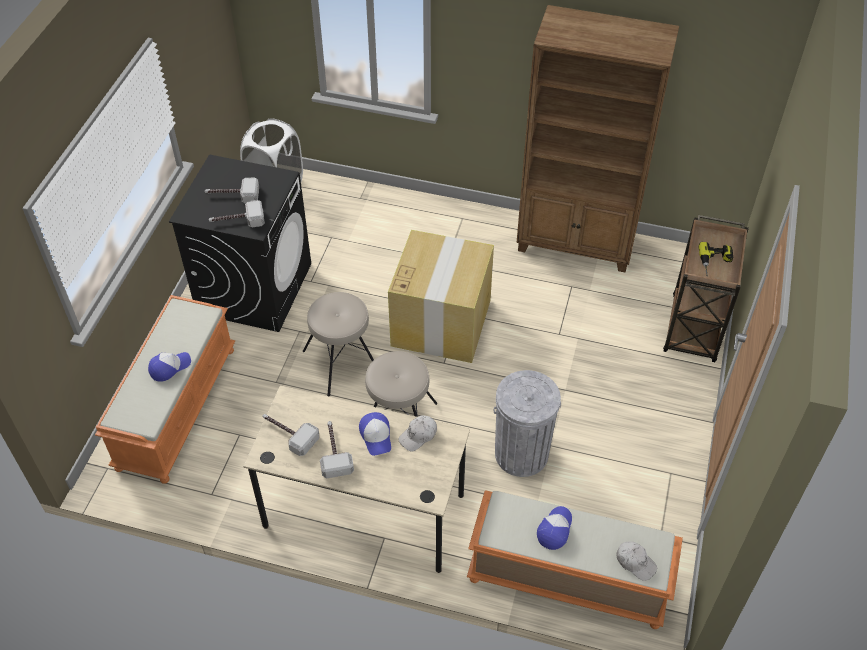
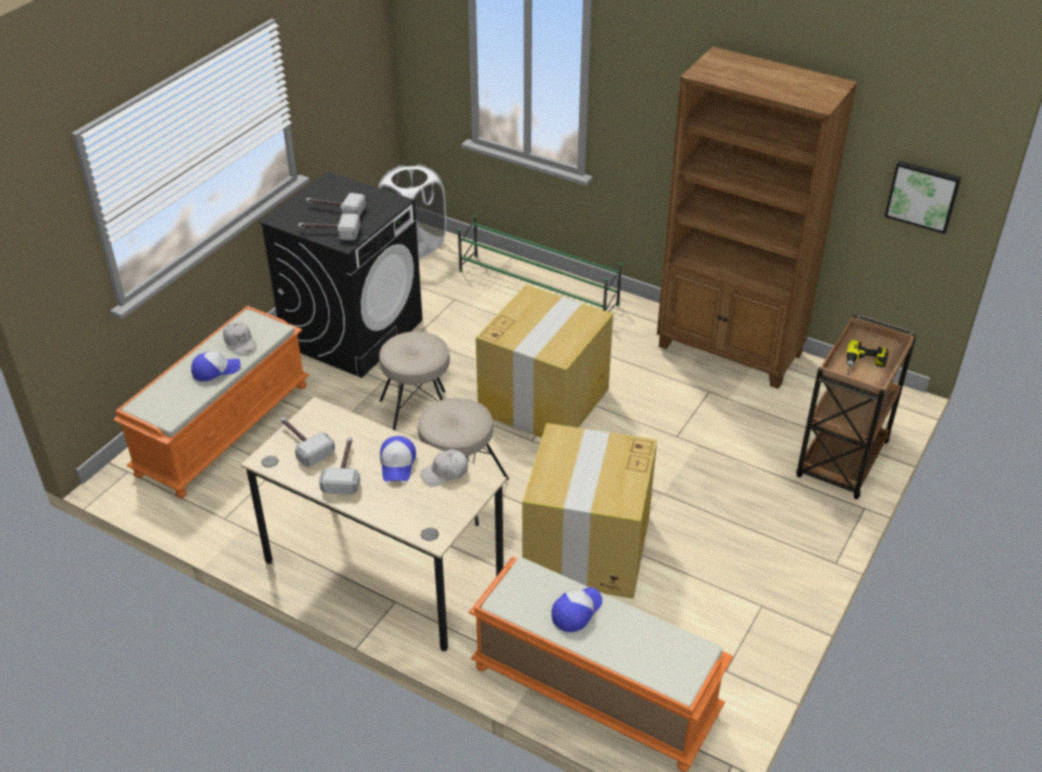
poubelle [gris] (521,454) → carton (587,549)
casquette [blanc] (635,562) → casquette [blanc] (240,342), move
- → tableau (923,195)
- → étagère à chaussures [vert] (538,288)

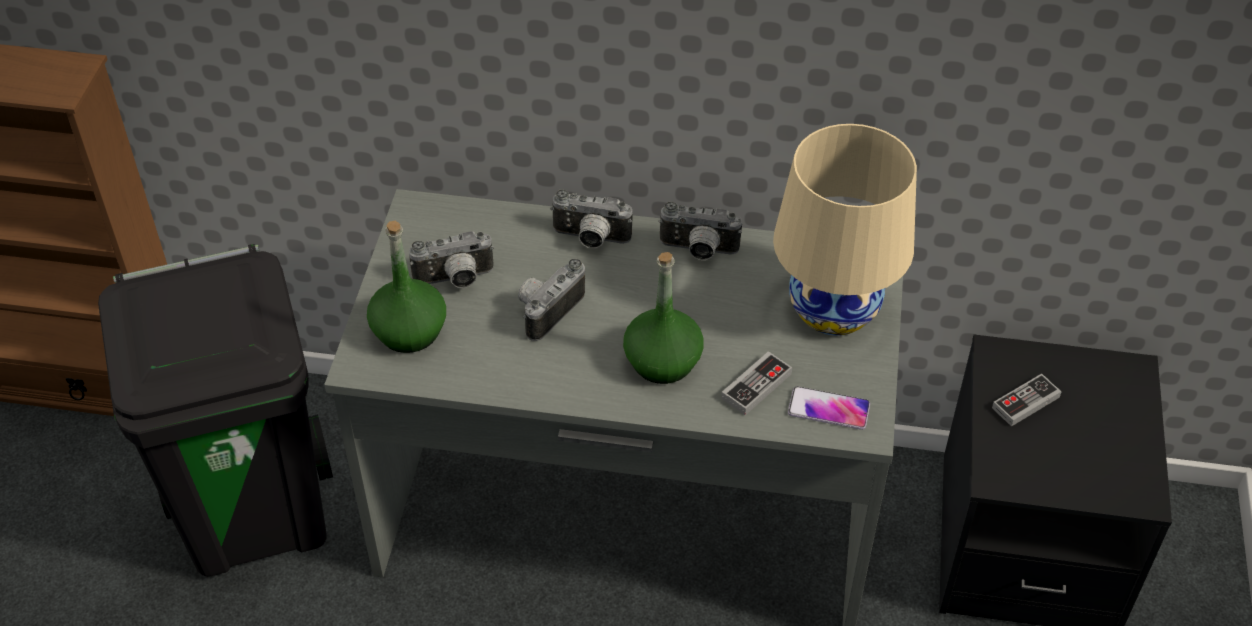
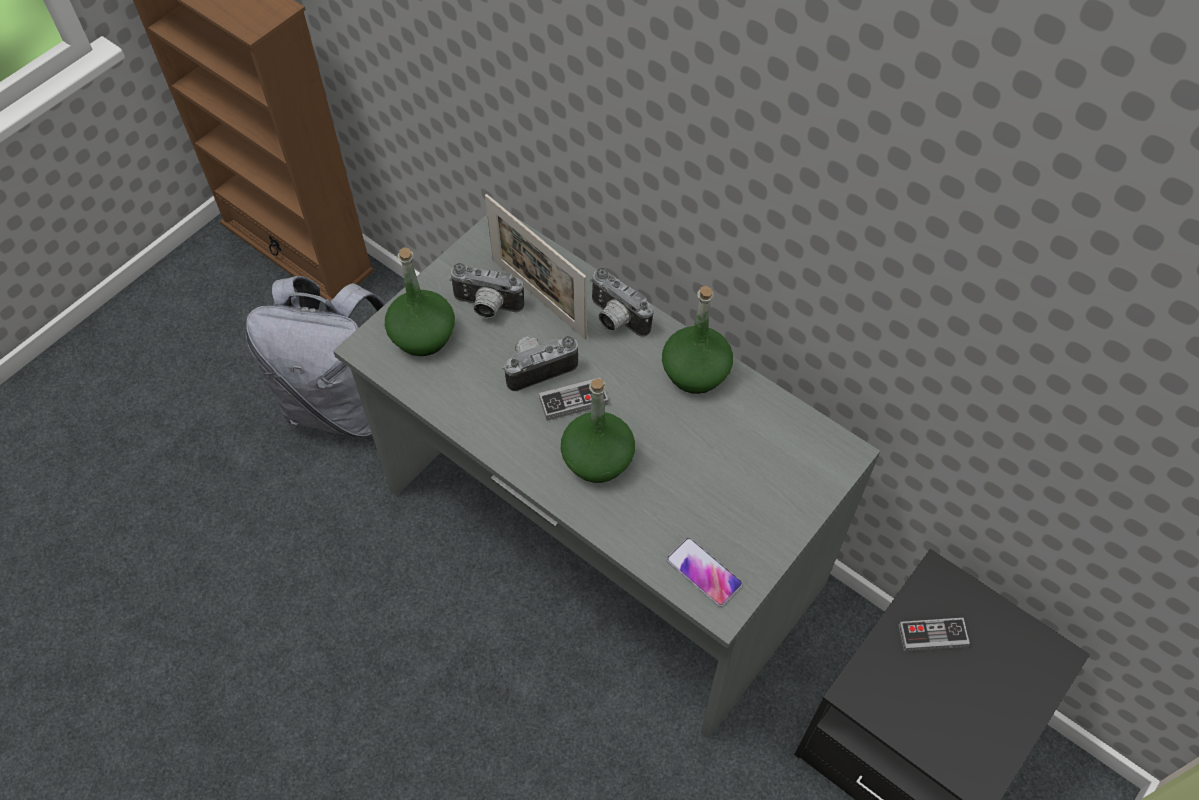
lampe de table [beige] (834,309) → -
appareil photo (698,251) → bouteille [vert] (696,372)
poubelle [noir] (257,515) → sac à dos [gris] (342,402)
manette (756,386) → manette (573,401), move
- → cadre photo (538,298)

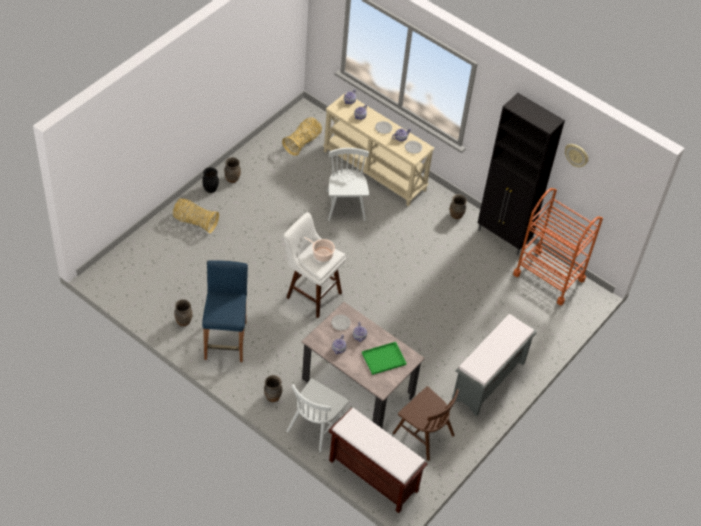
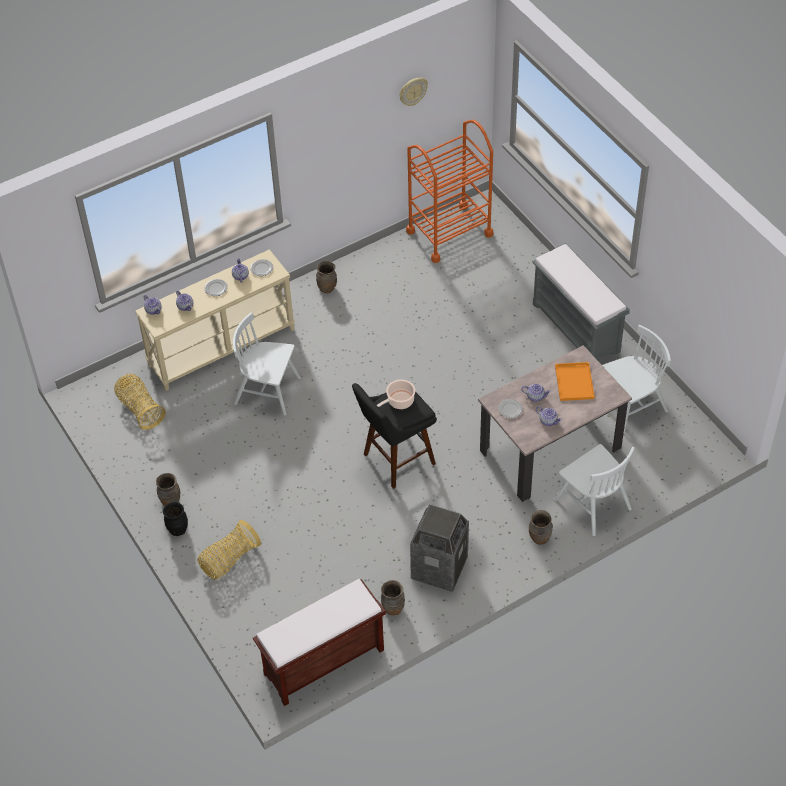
meuble de rangement [noir] (503,237) → -
tabouret [blanc] (311,293) → tabouret [noir] (395,461)
tabouret [bleu] (226,340) → poubelle (439,568)
plateau [vert] (384,358) → plateau [orange] (573,381)
chaise [marron] (423,433) → chaise [blanc] (631,406)
banc [marron] (372,475) → banc [marron] (323,663), move

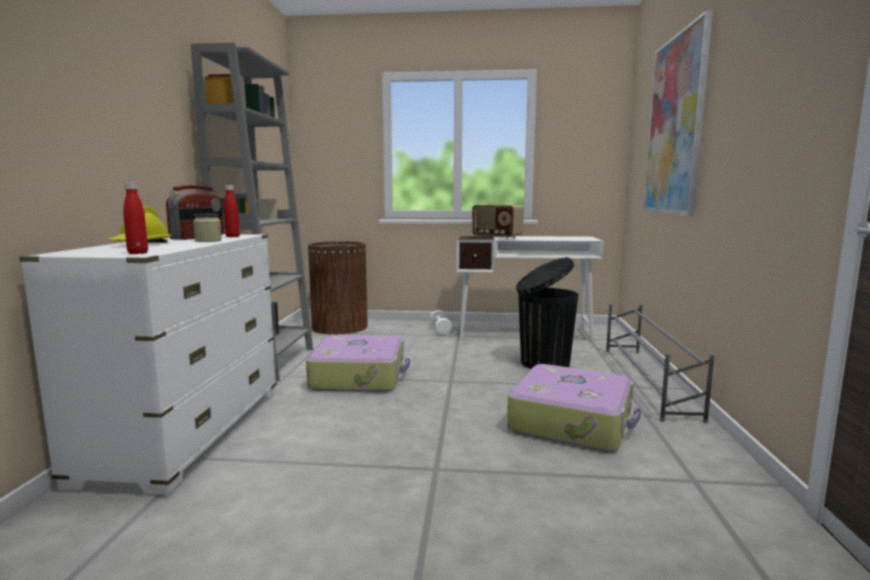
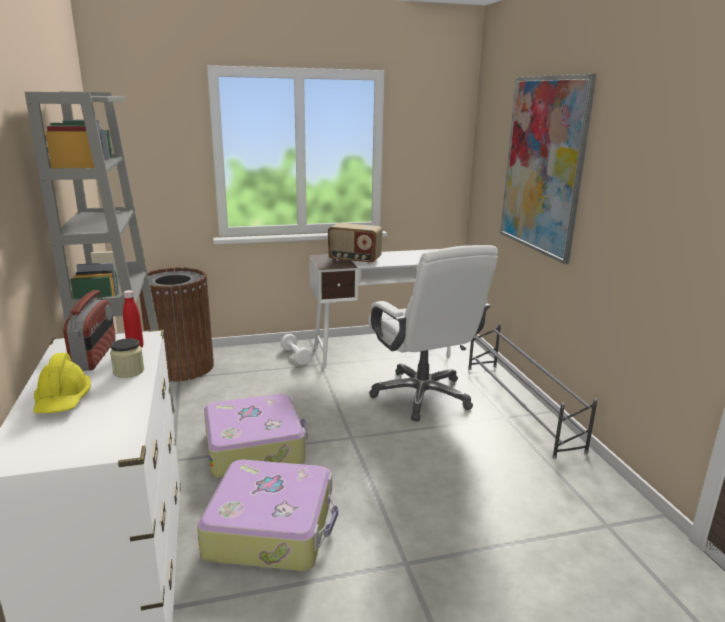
bouteille [rouge] (138,253) → -
poubelle [noir] (543,363) → chaise de bureau [blanc] (422,395)
valise (572,422) → valise (272,527), move

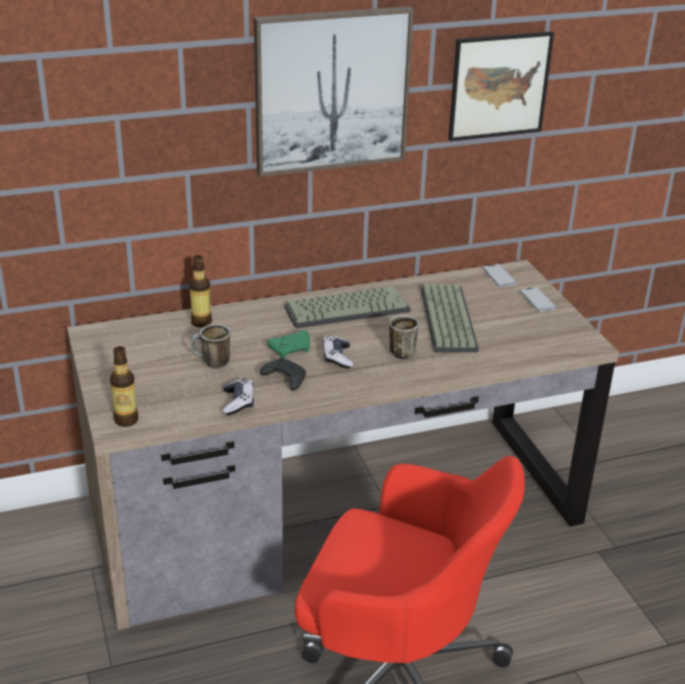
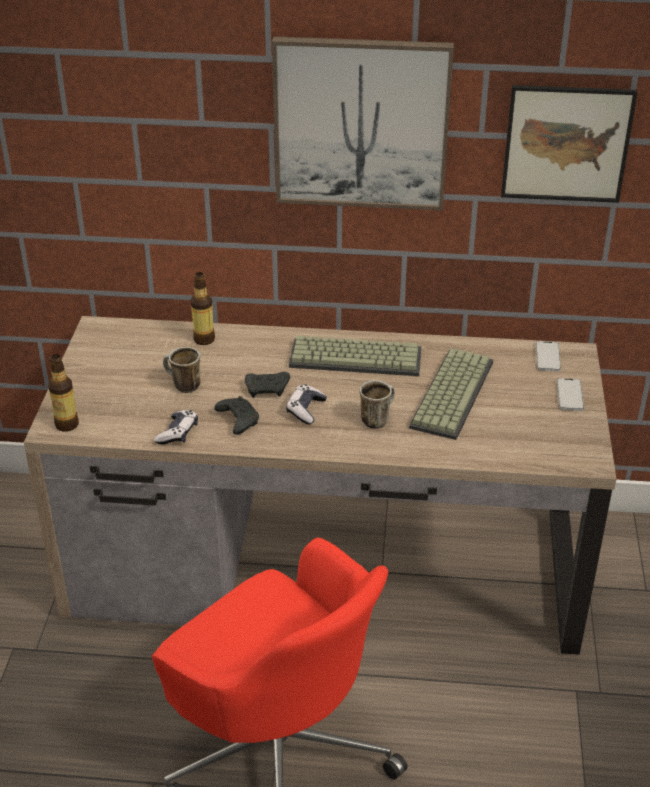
manette [vert] (291,350) → manette [noir] (268,390)

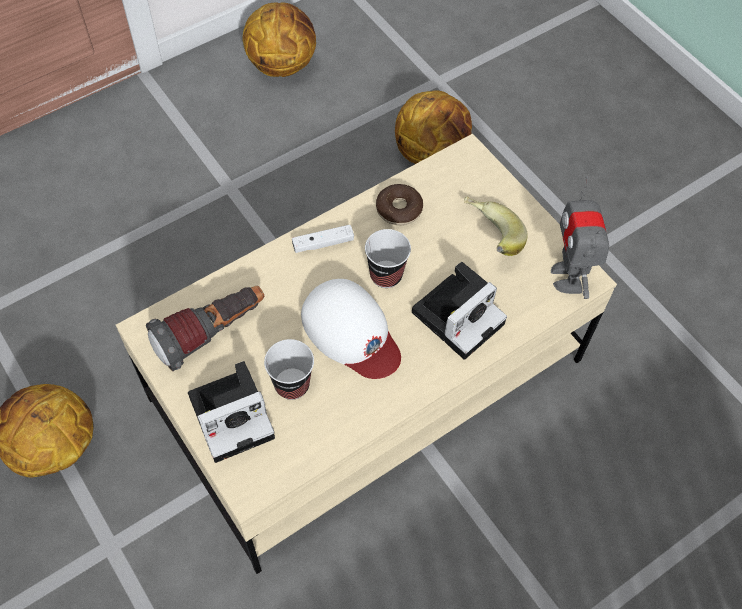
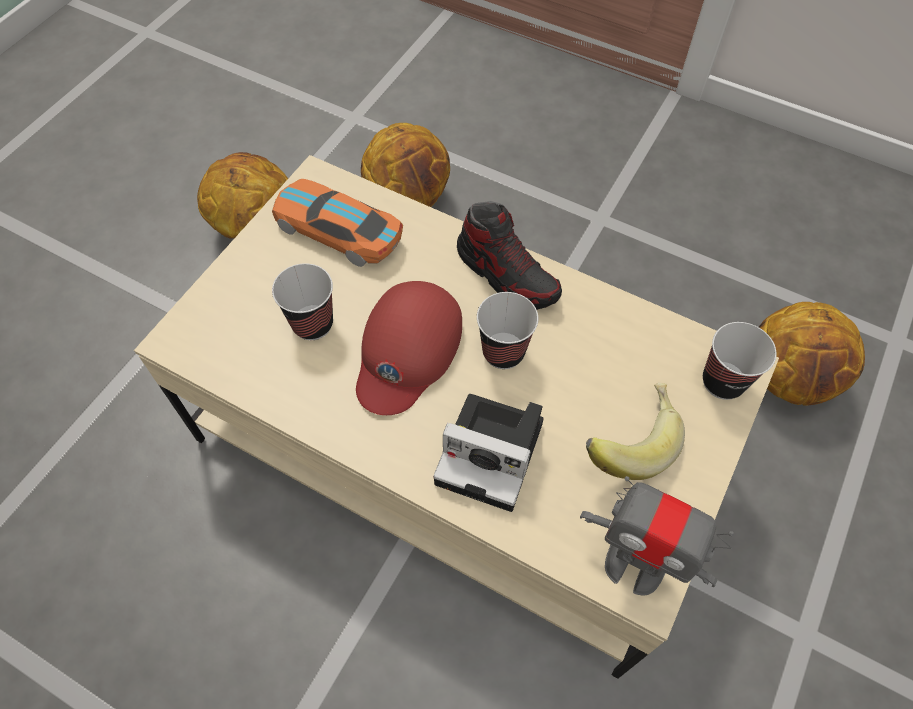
ballon de basket (282,64) → ballon de basket (409,199), move
robot jouet (568,277) → robot jouet (634,566), 120 degrees counterclockwise
beignet (399,209) → -
manette [blanc] (323,243) → chaussure (507,274)
casquette [blanc] (351,332) → casquette [rouge] (407,350)
lampe de poche (212,334) → petite voiture (338,230)
appareil photo (234,414) → -
- → tasse (723,382)

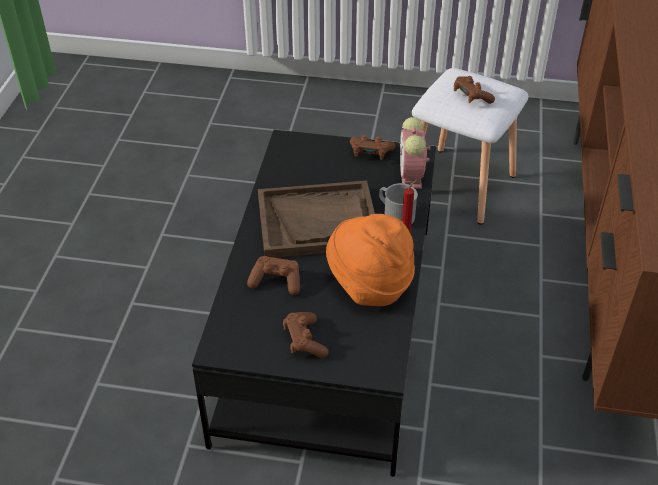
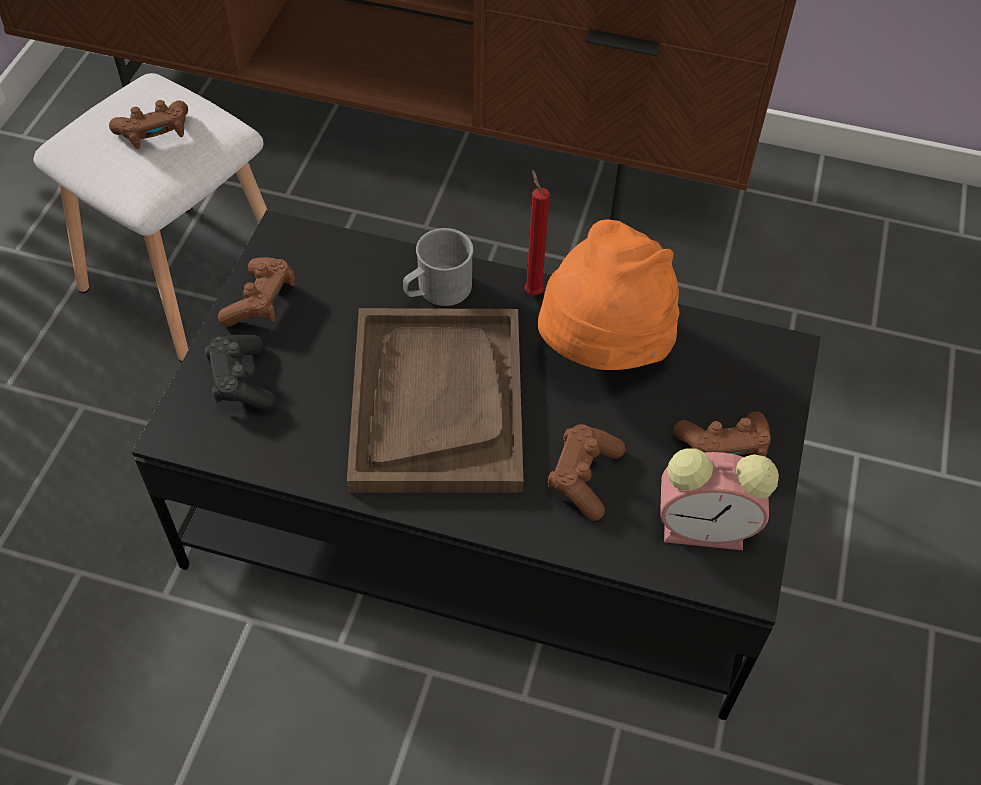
réveil (411,177) → réveil (707,528), move
- → manette [noir] (241,382)

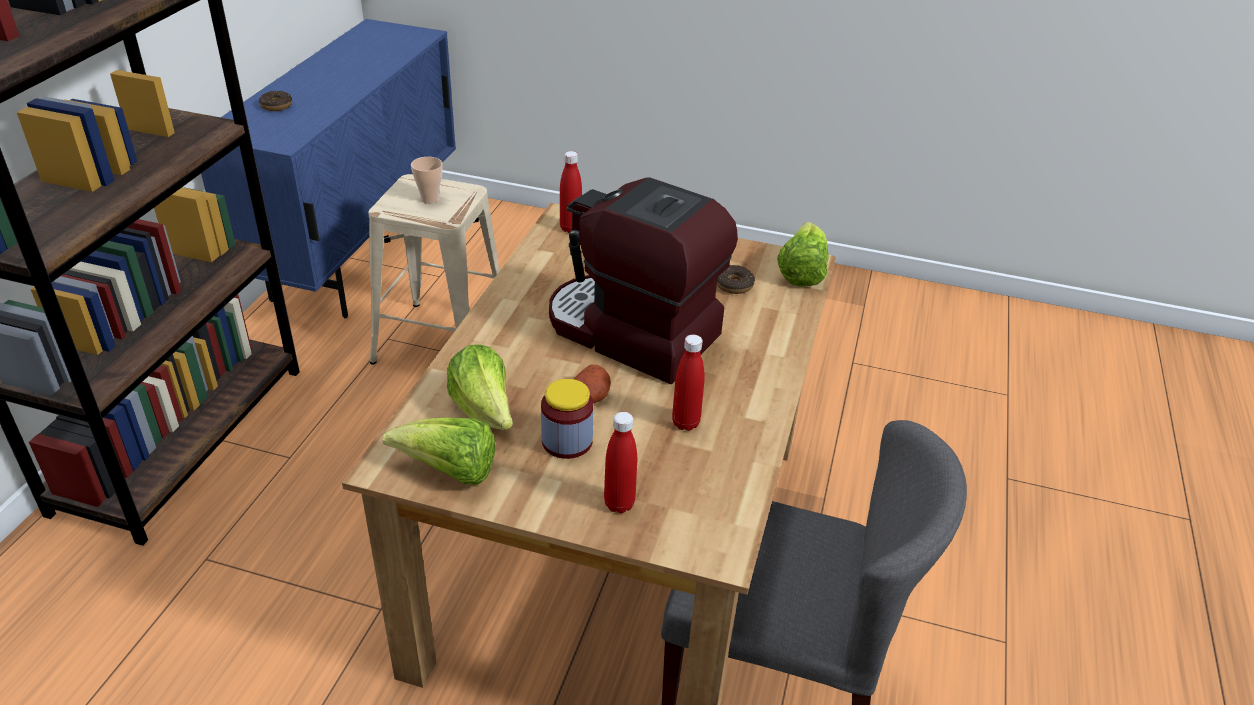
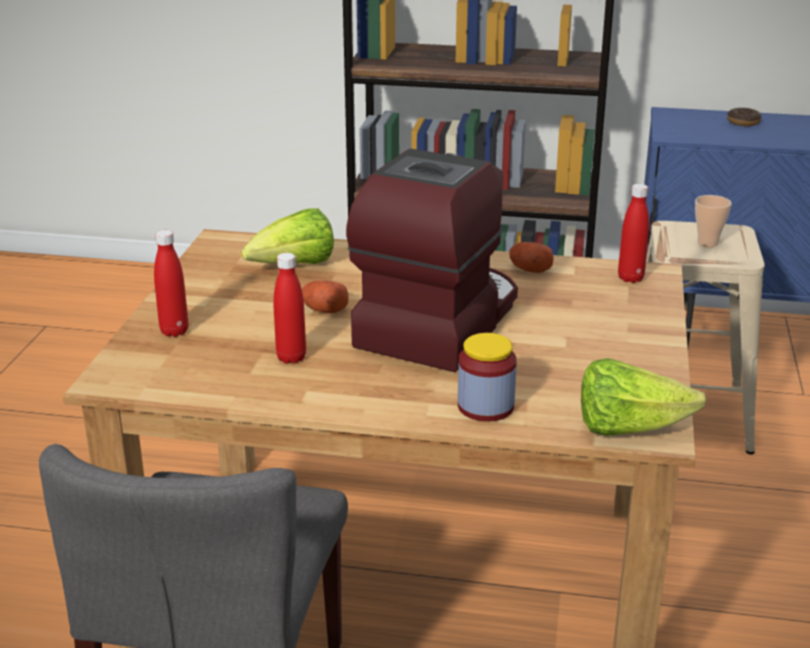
beignet (734,285) → -
bocal (567,441) → bocal (485,406), move
laitue (449,472) → -
- → pomme de terre (529,269)

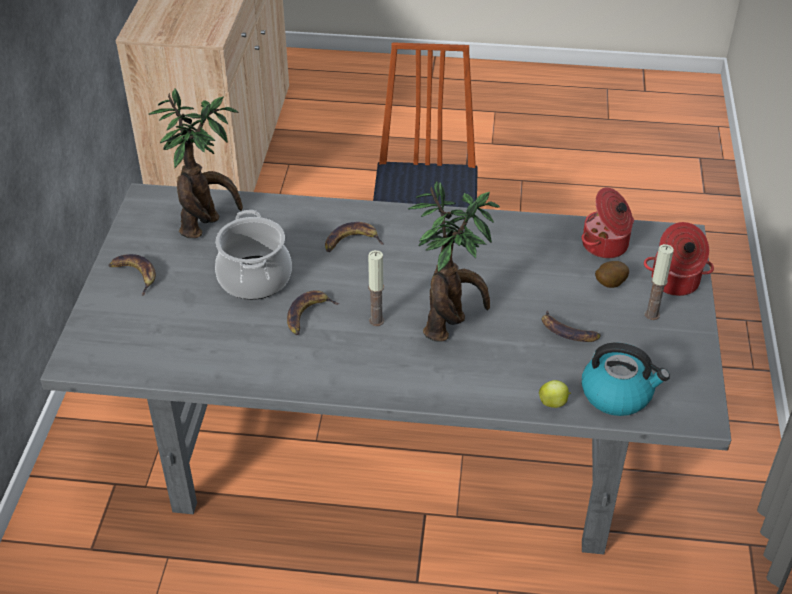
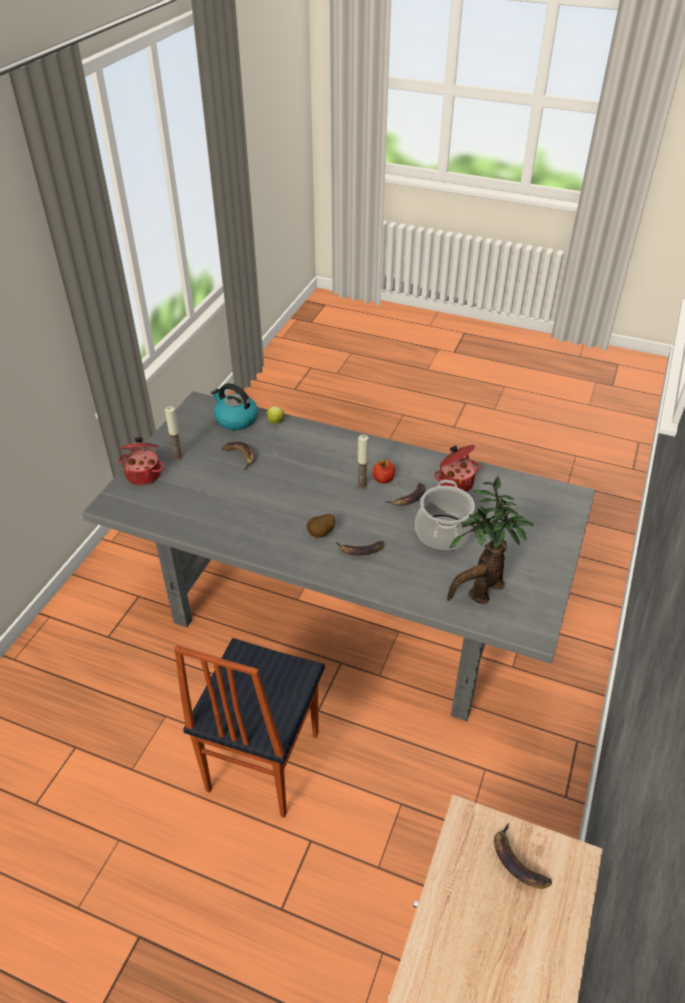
plante en pot (451,324) → -
marmite (606,245) → marmite (455,482), move
banane (136,275) → banane (517,861), move
pomme de terre (608,284) → pomme de terre (321,534), move
- → pomme (383,479)

